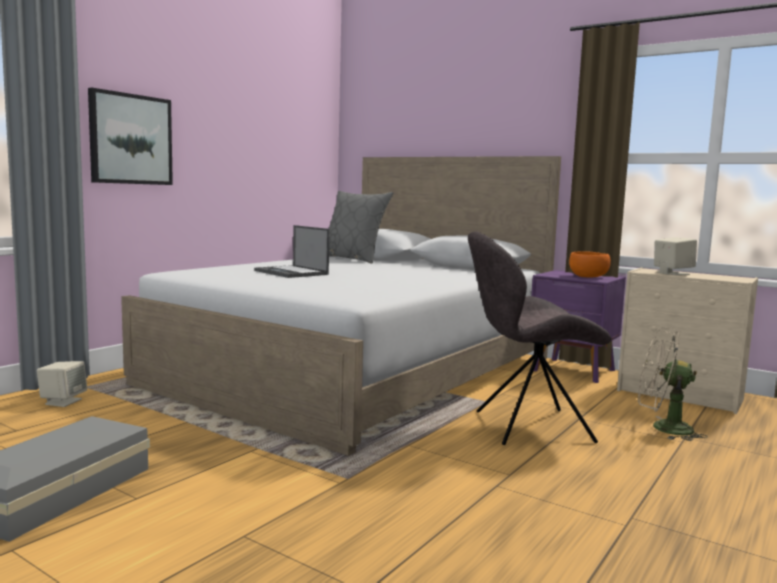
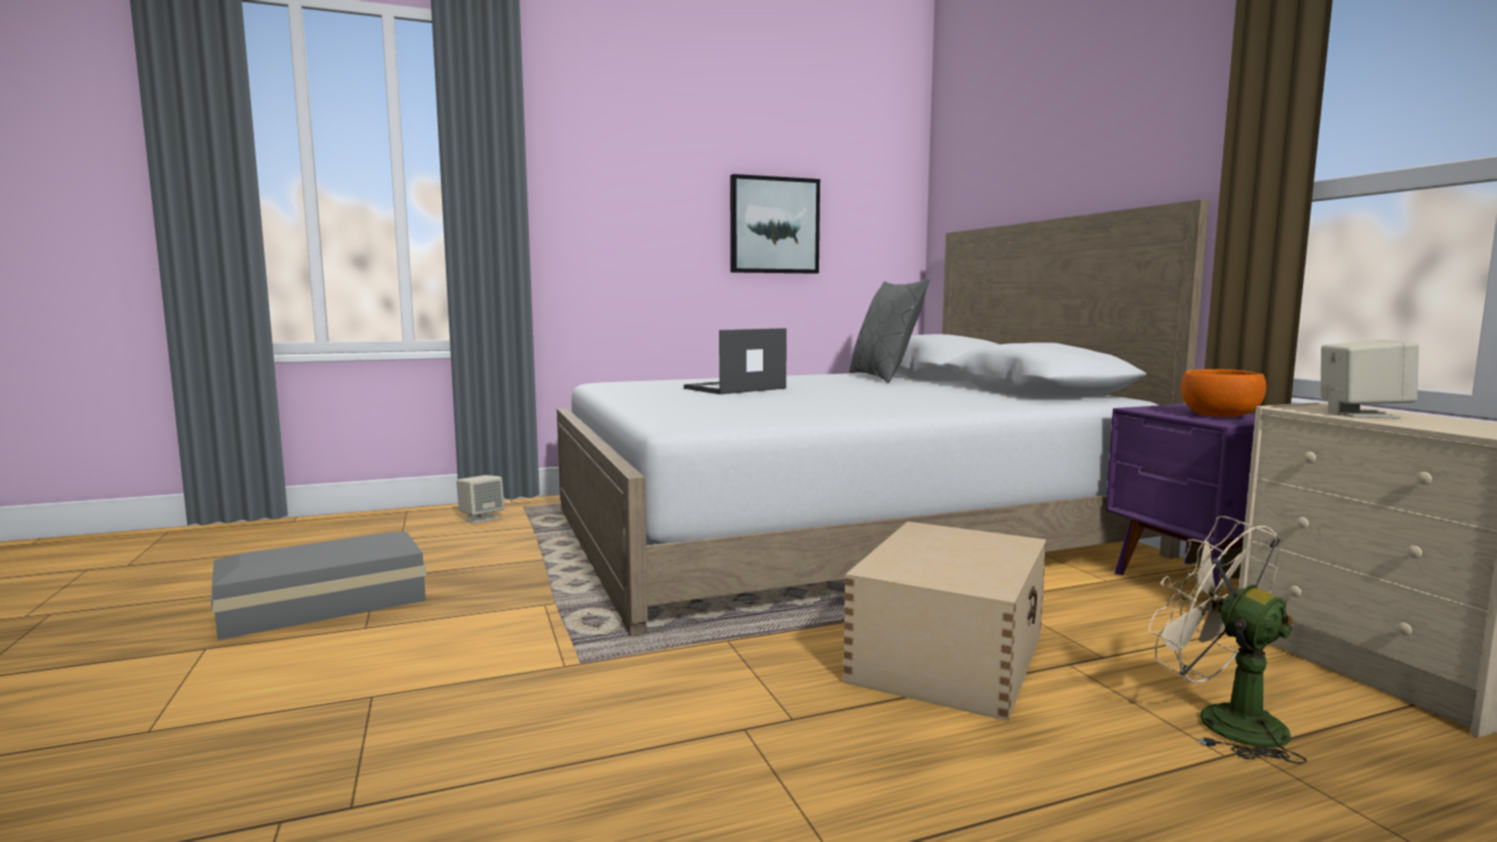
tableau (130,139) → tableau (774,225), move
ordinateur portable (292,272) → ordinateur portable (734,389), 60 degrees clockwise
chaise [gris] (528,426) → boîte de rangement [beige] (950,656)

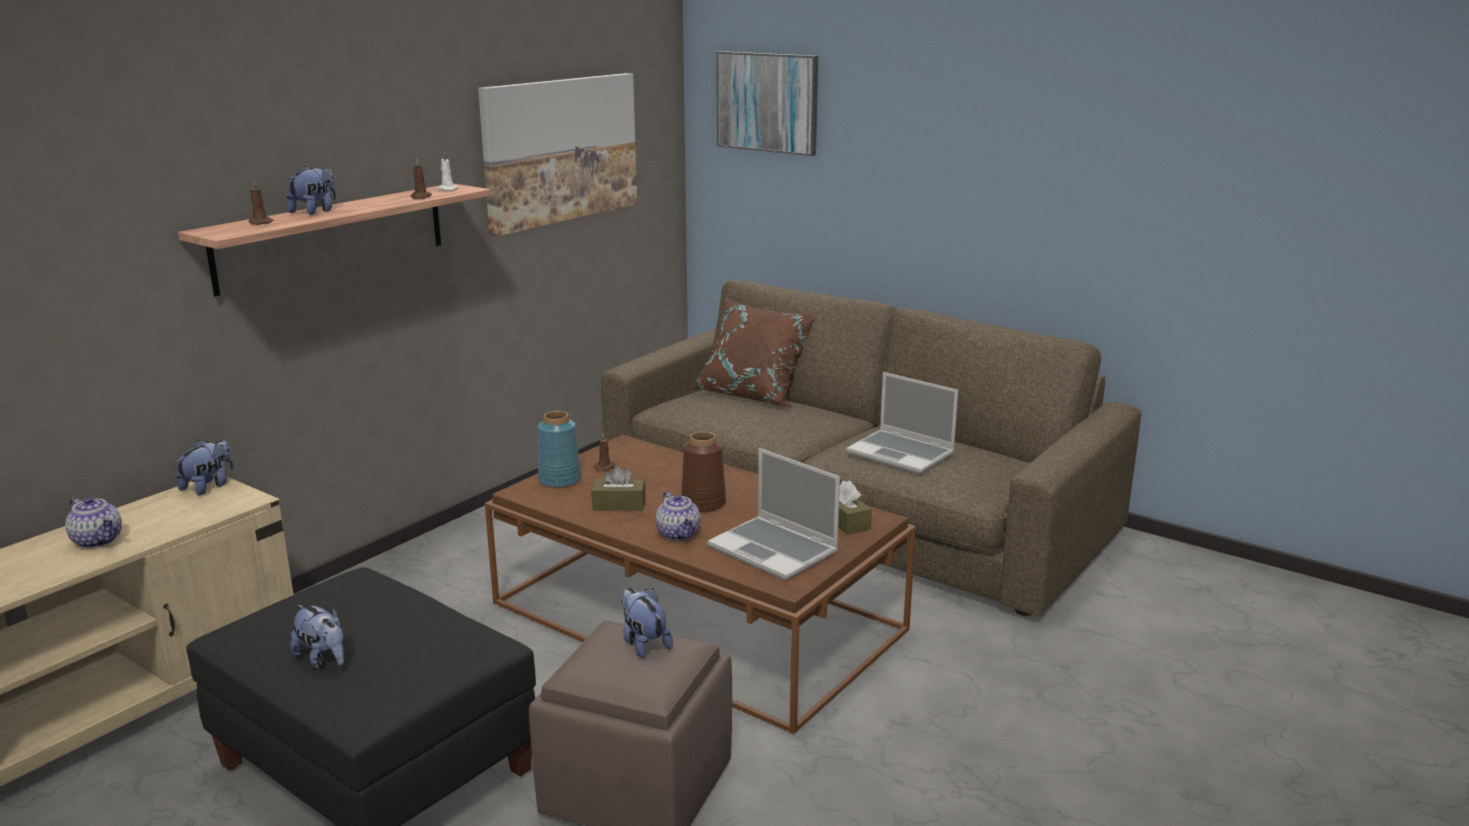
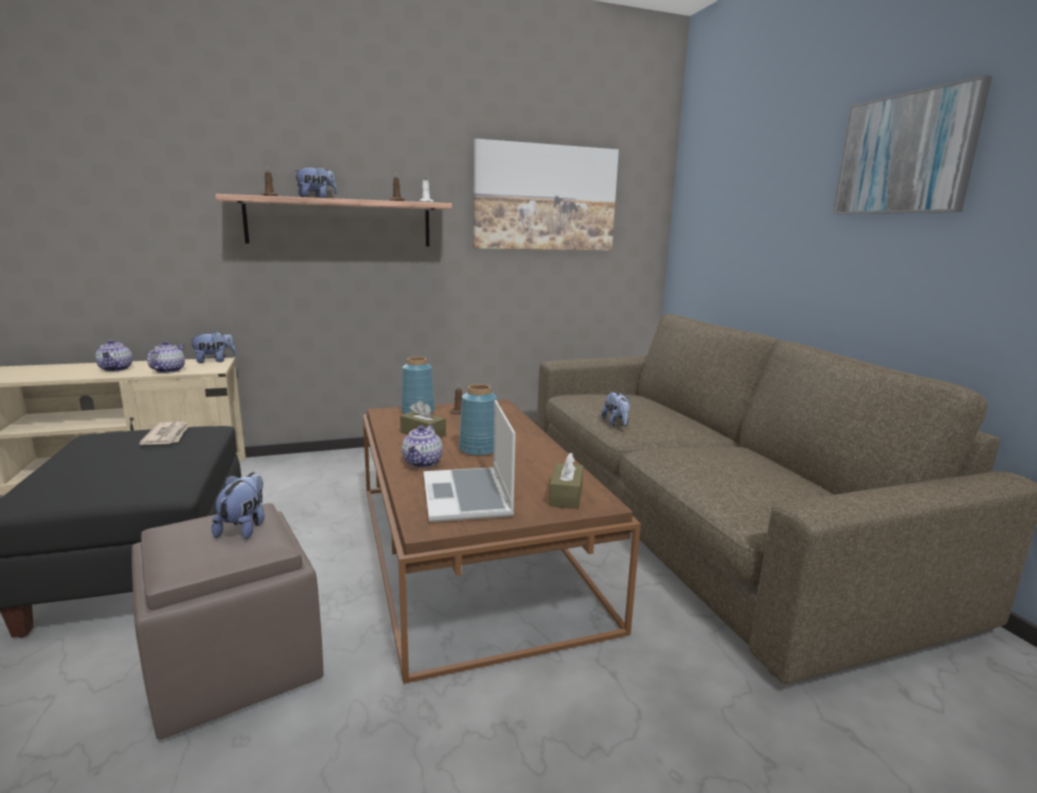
tableau (767,102) → tableau (905,154), move
coussin [marron] (754,394) → -
ordinateur portable (902,454) → -
vase [marron] (703,503) → vase [bleu] (479,449)
peluche (323,659) → peluche (616,424), move
- → théière (168,370)
- → journal (167,436)

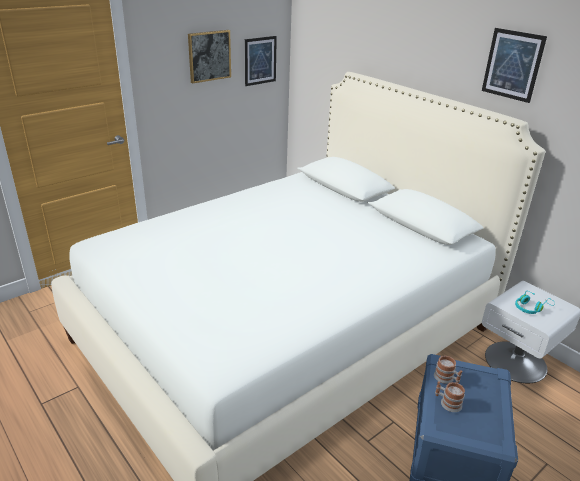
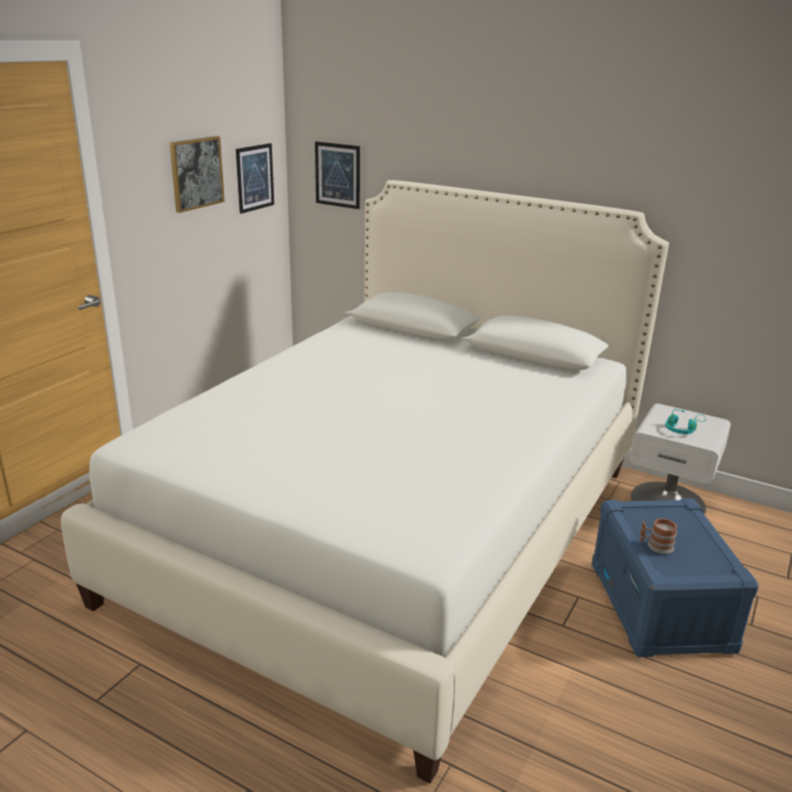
tableau (512,65) → tableau (337,175), move
mug (446,379) → -

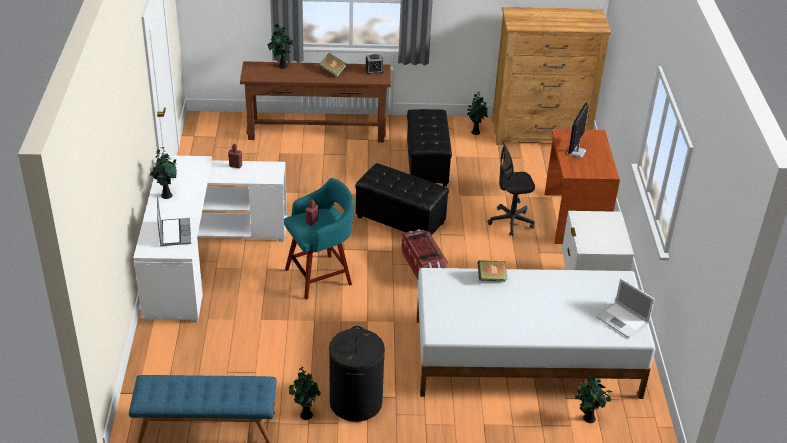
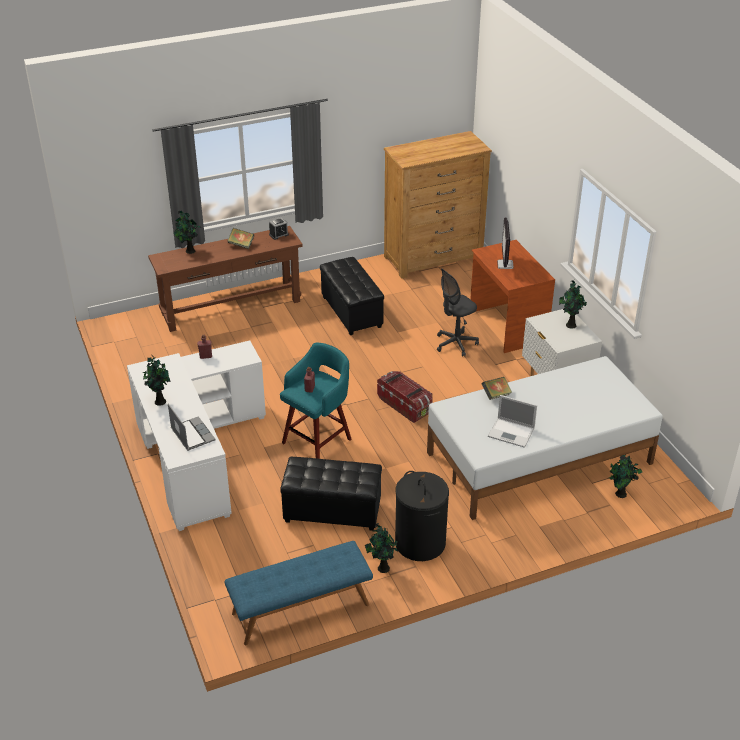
plante en pot (475,132) → plante en pot (570,325), move
pouf [noir] (400,221) → pouf [noir] (332,512), move
ordinateur portable (623,320) → ordinateur portable (512,433), move

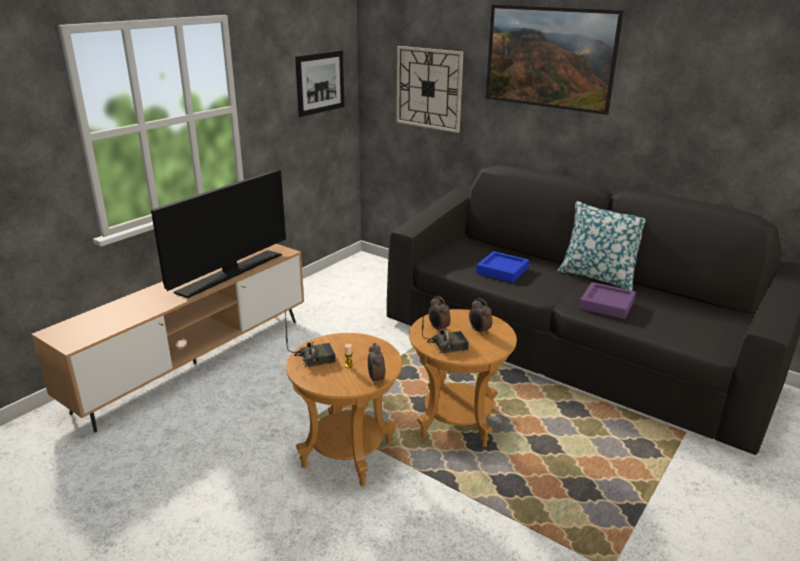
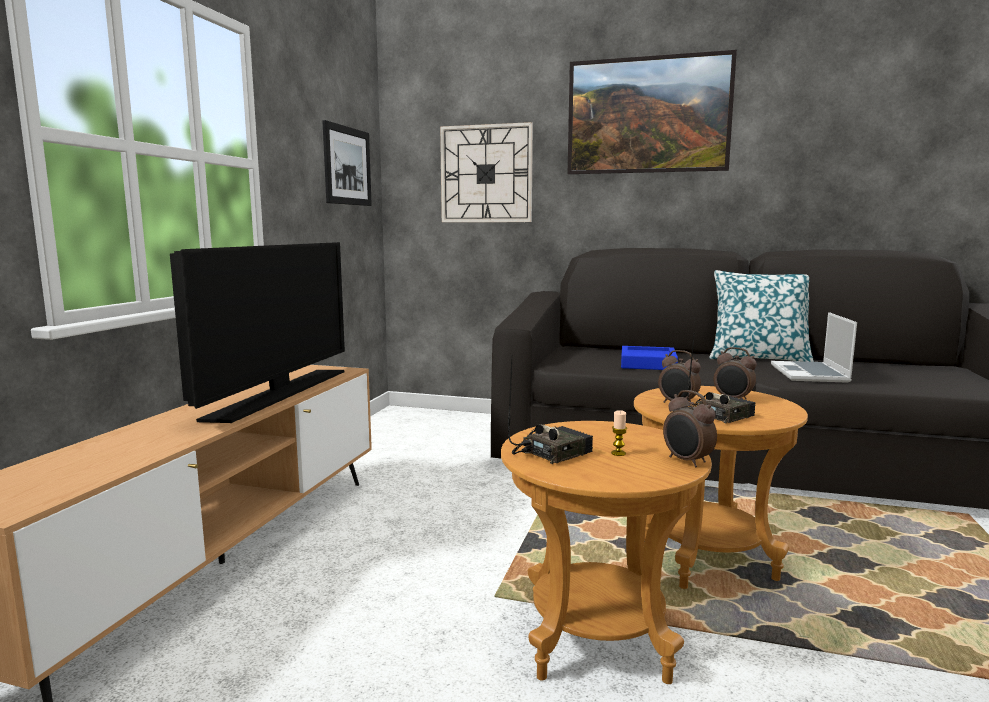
plateau [violet] (606,304) → ordinateur portable (810,374)

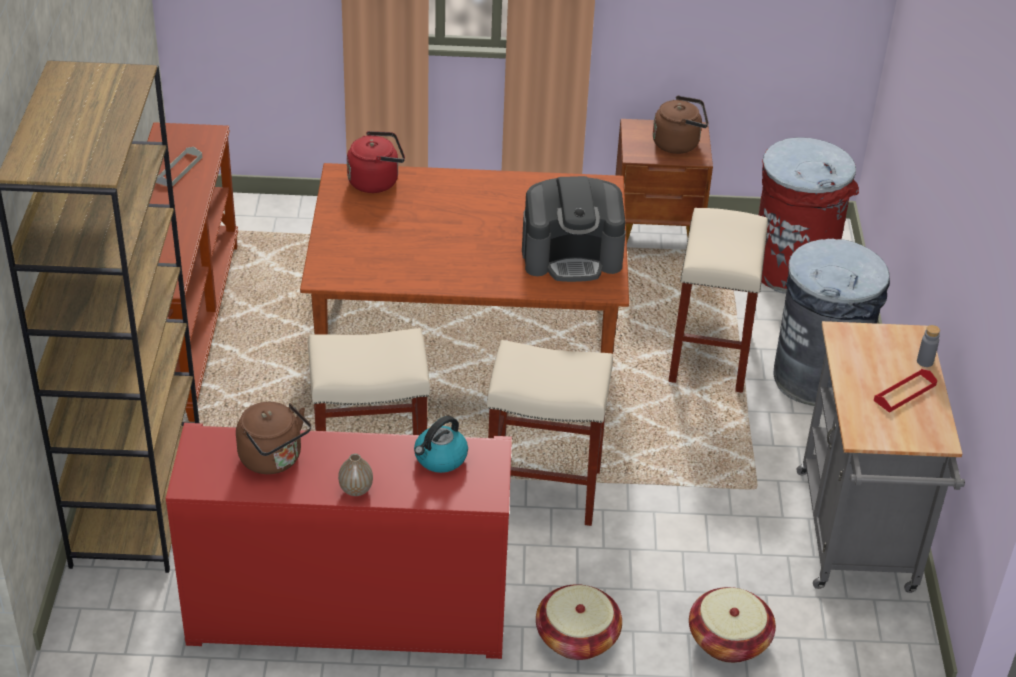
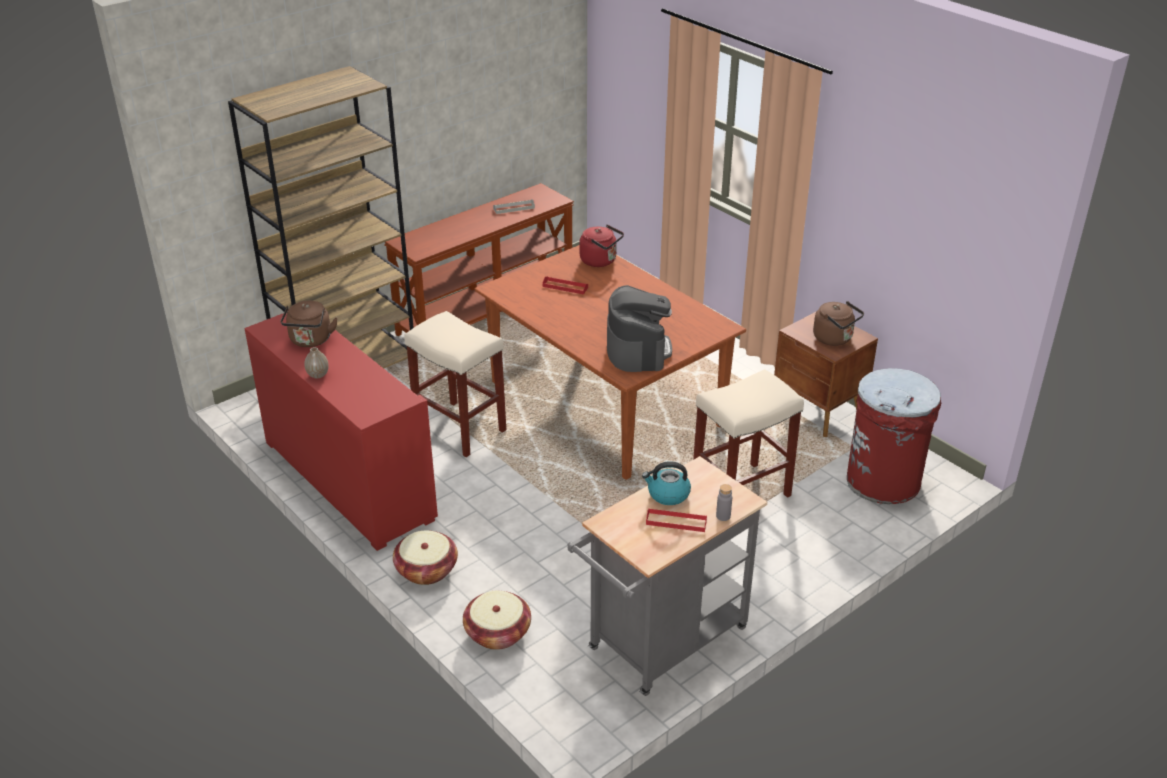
machine à café (572,256) → machine à café (637,349), 135 degrees counterclockwise
poubelle [gris] (818,377) → -
tabouret [beige] (541,490) → -
bouilloire (440,458) → bouilloire (667,494), move
- → plateau [rouge] (565,287)

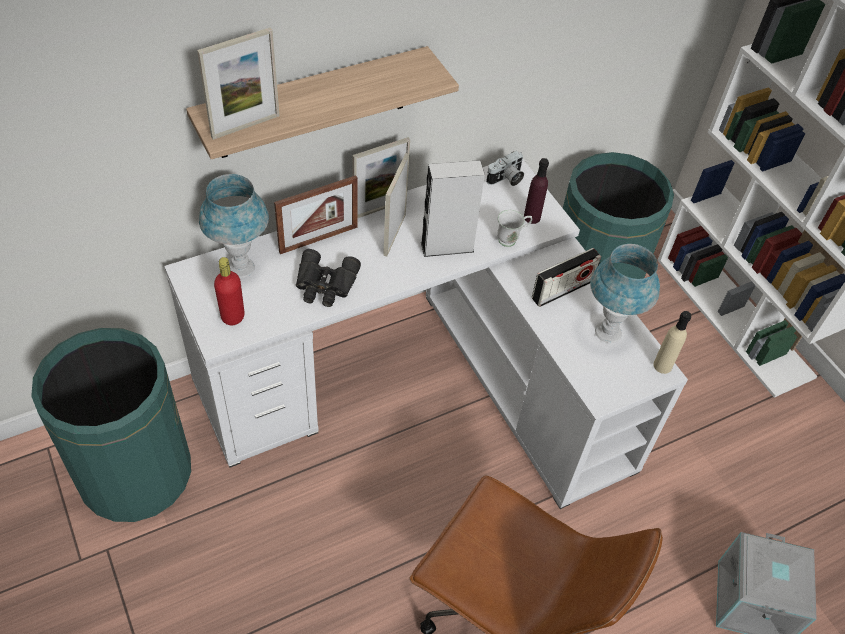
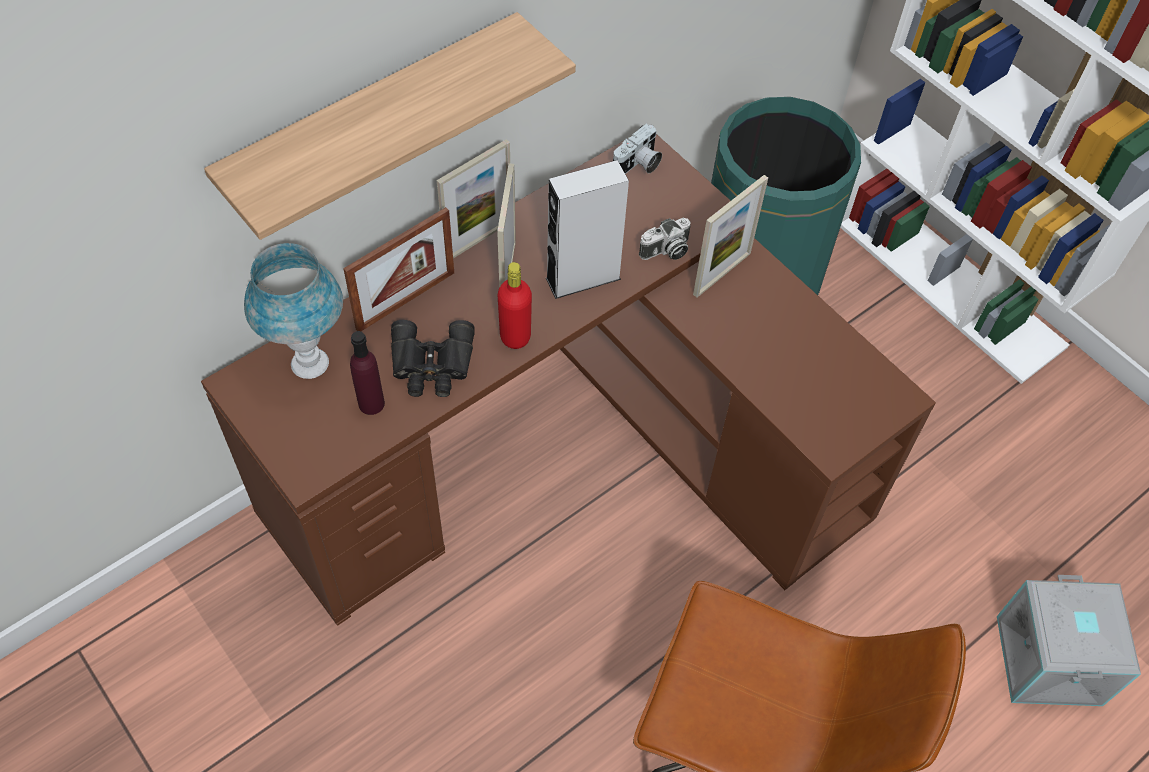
cadre photo (245,126) → cadre photo (722,274), move
bouteille [violet] (532,217) → bouteille [violet] (371,403), move
bureau [blanc] (428,378) → bureau [marron] (573,447)
mug [blanc] (511,239) → appareil photo (666,251)
lampe de table [bleu] (607,333) → -
radio (562,290) → -
bouteille [rouge] (233,316) → bouteille [rouge] (515,336), move
bouteille [beige] (662,365) → -
poubelle [vert] (135,474) → -

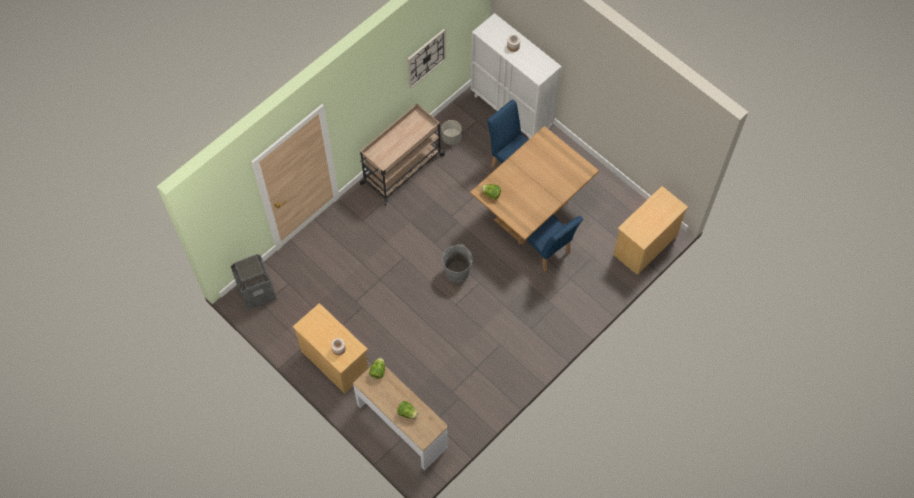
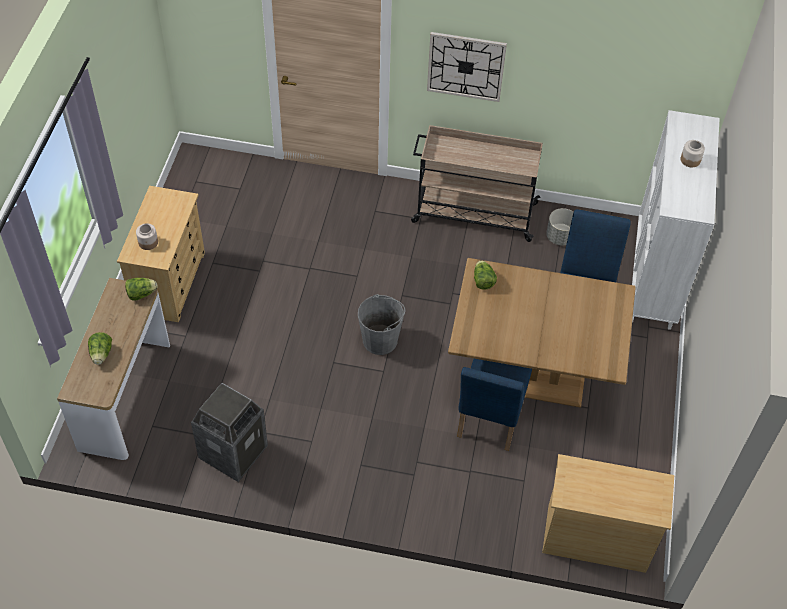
horloge murale (426,58) → horloge murale (466,66), move
poubelle (257,292) → poubelle (233,452), move

